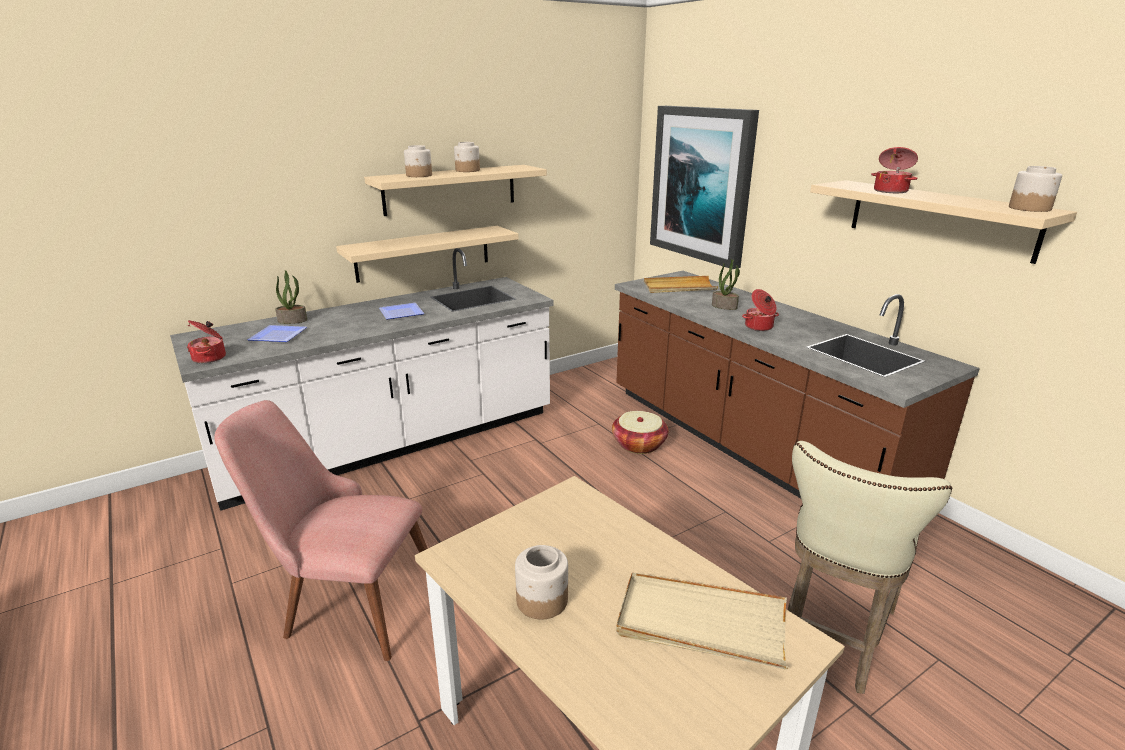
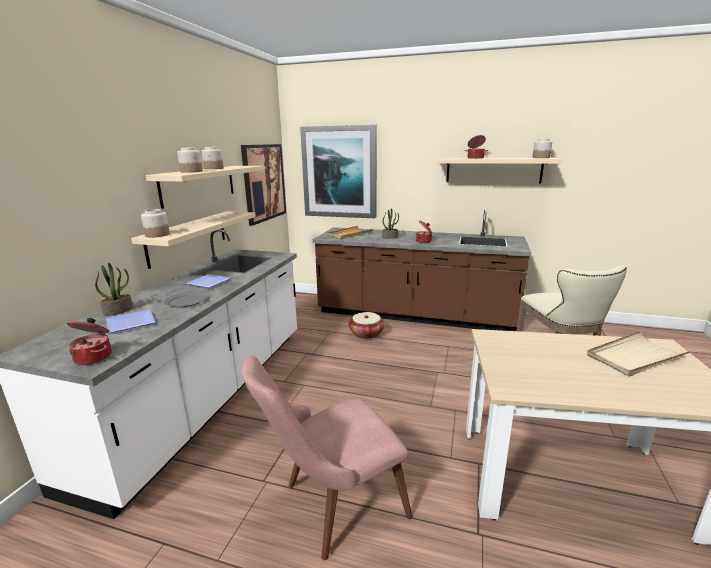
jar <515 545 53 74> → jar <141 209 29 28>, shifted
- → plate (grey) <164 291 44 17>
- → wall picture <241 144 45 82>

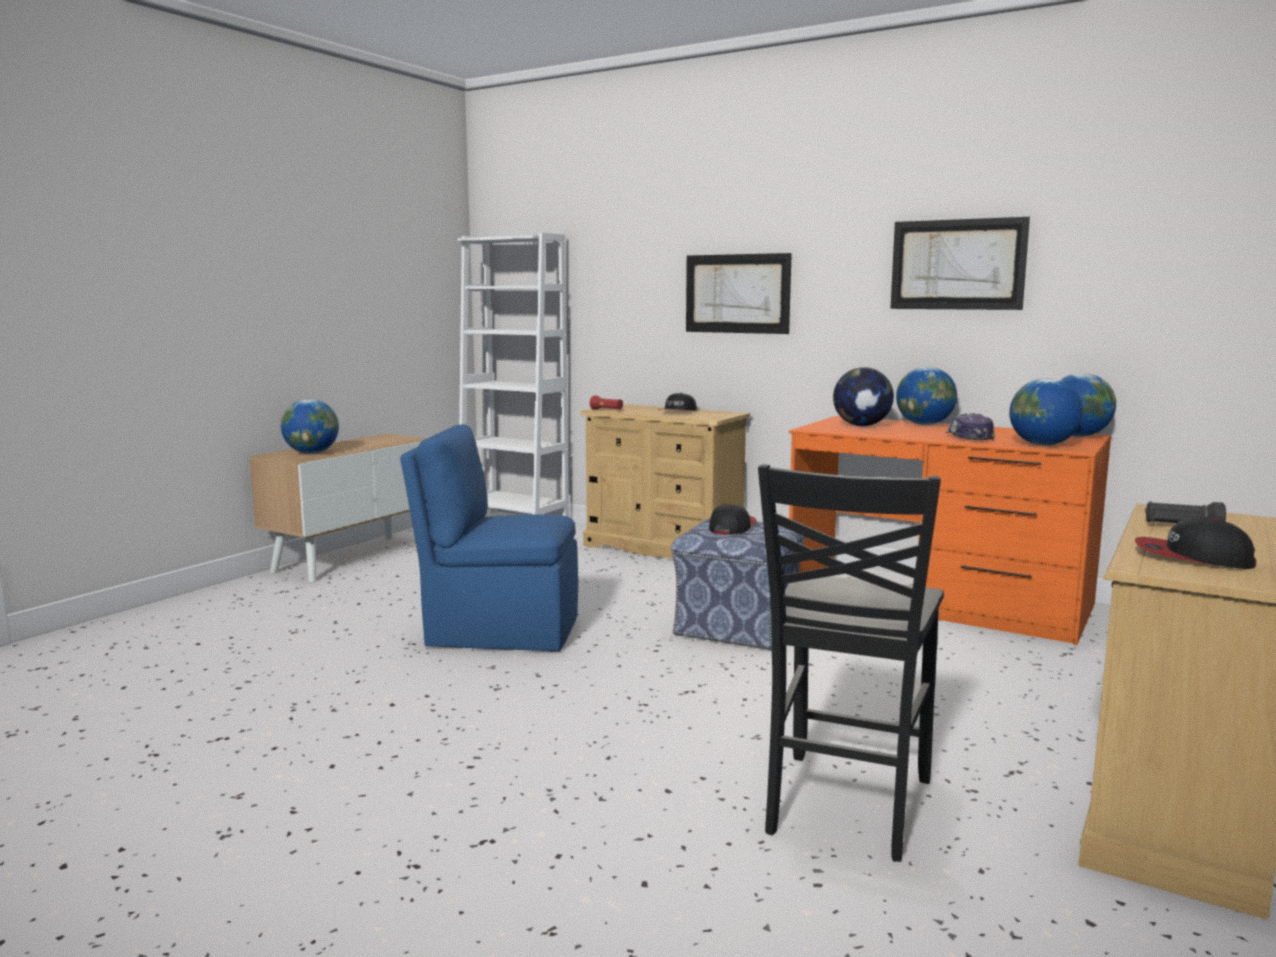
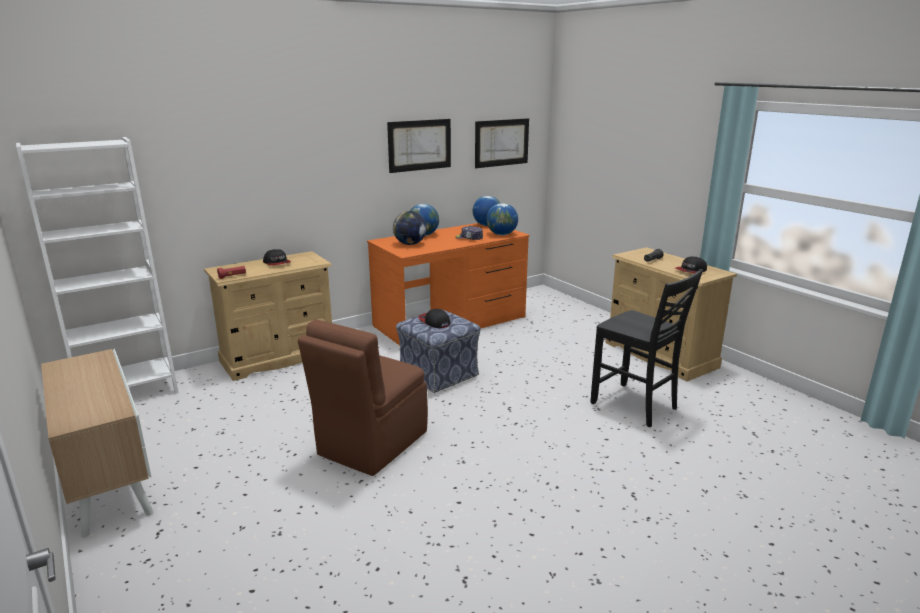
upright chair (bluish) <400 424 178 228> → upright chair (brown-coloured) <298 320 130 156>
wall picture <686 253 106 81> → wall picture <475 118 54 50>, shifted
world globe <281 399 58 55> → -

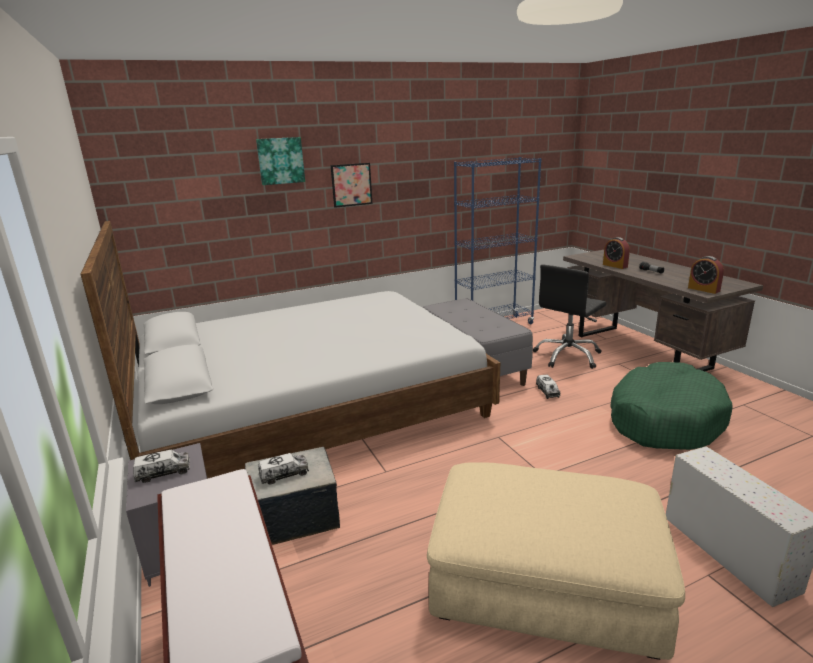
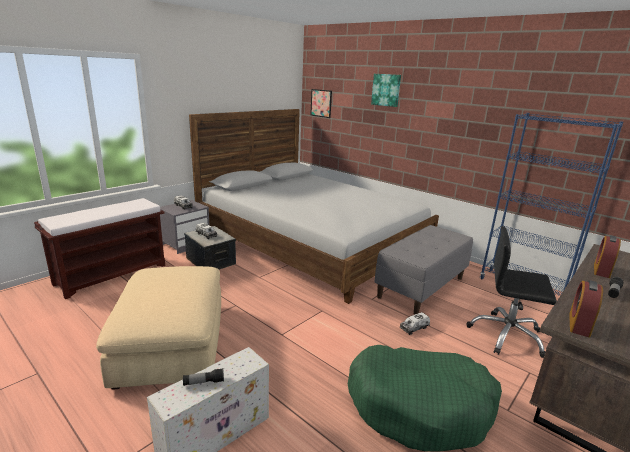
- → hand torch <183 368 41 18>
wall picture <331 163 41 45> → wall picture <310 89 22 29>, shifted

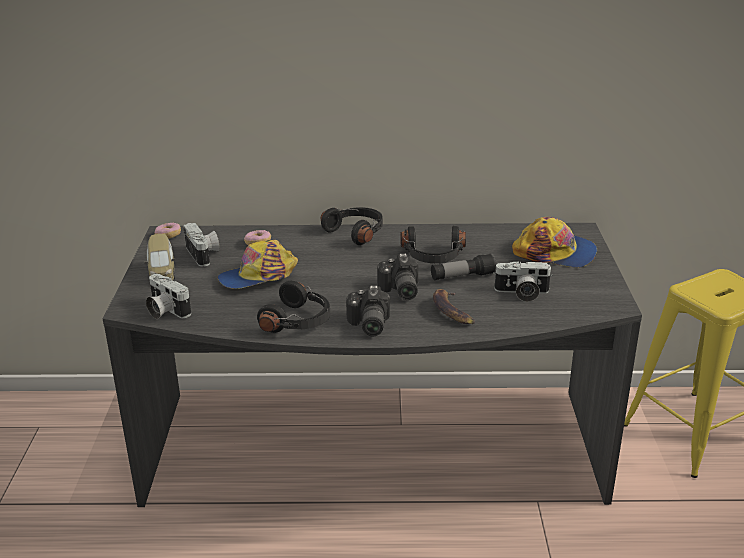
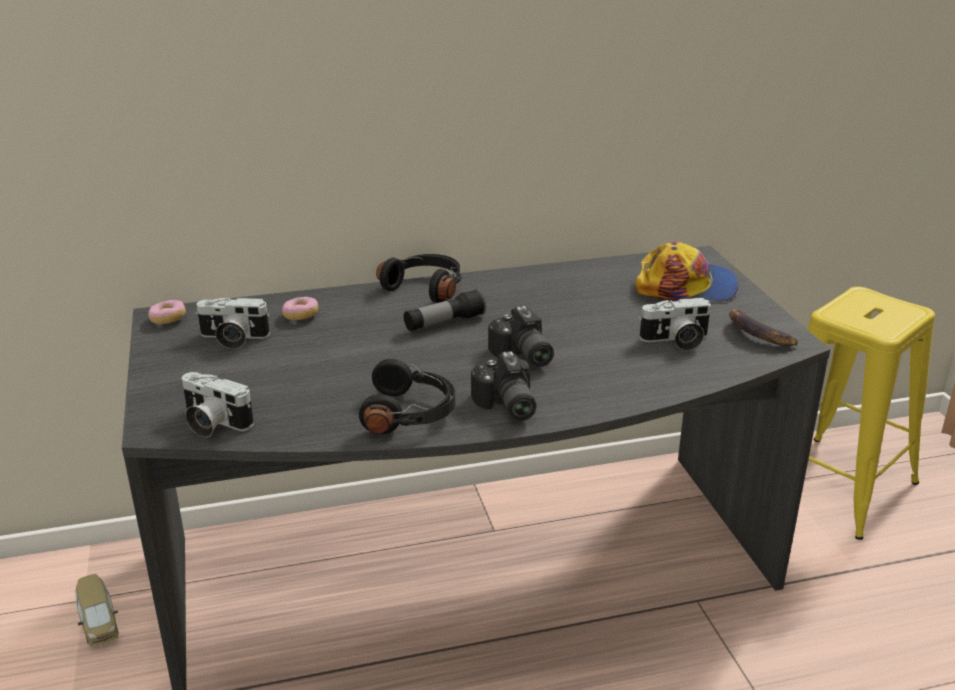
toy car <144 234 32 46> → toy car <76 574 43 73>, shifted
photo camera <183 223 37 44> → photo camera <196 297 74 52>, 135 degrees clockwise
hand torch <431 253 65 27> → hand torch <404 289 82 42>, shifted
whole banana <433 289 42 35> → whole banana <729 309 69 37>, shifted
cap <217 240 81 49> → -
headphones (black-coloured) <400 226 66 37> → -

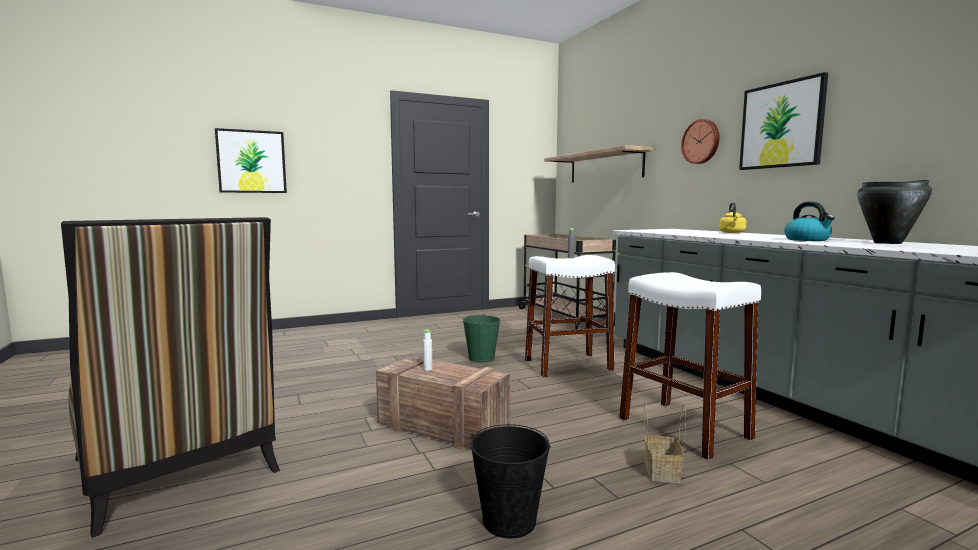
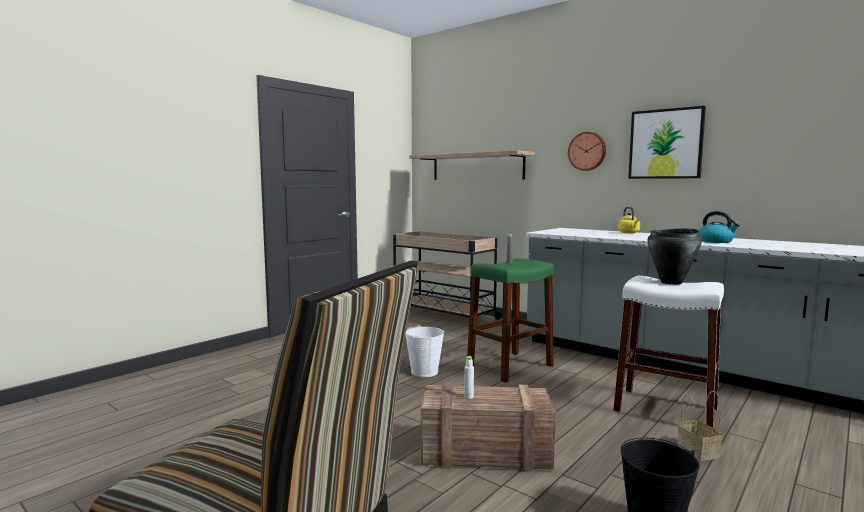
pail (green-coloured) <462 313 38 49> → pail (white-coloured) <405 325 39 52>
stool seat (white-coloured) <525 255 90 122> → stool seat (green-coloured) <467 258 87 125>
stockpot (black-coloured) <857 180 75 64> → stockpot (black-coloured) <648 228 54 57>, shifted
wall picture <215 128 72 65> → -

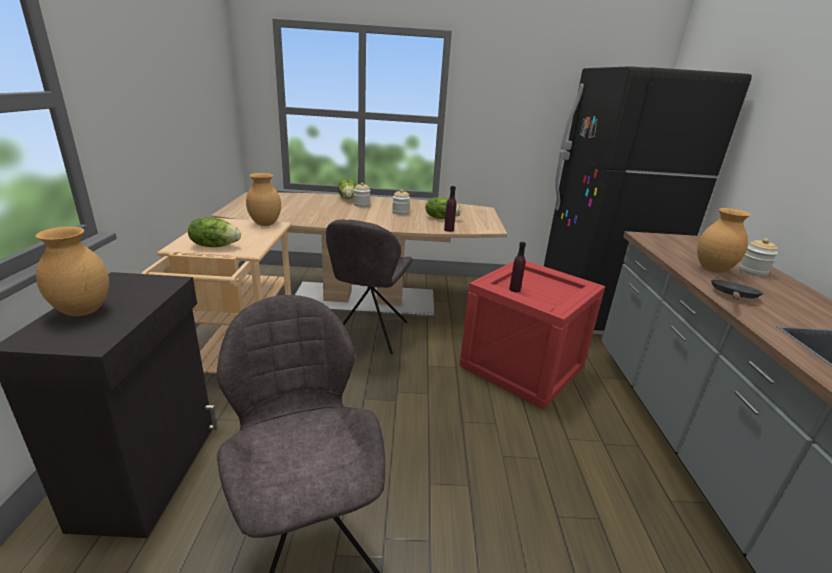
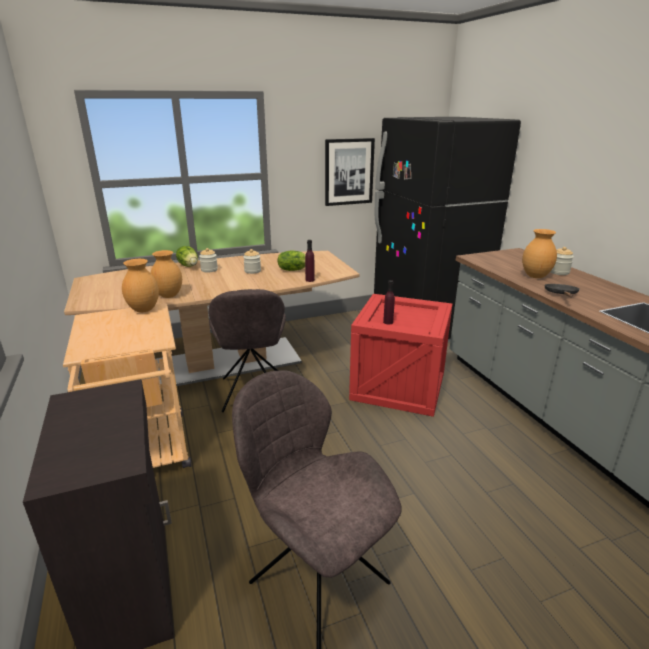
flower vase (brown-coloured) <36 227 73 89> → flower vase (brown-coloured) <151 250 31 48>, shifted
- → wall picture <325 138 50 68>
lettuce head <188 217 53 30> → -

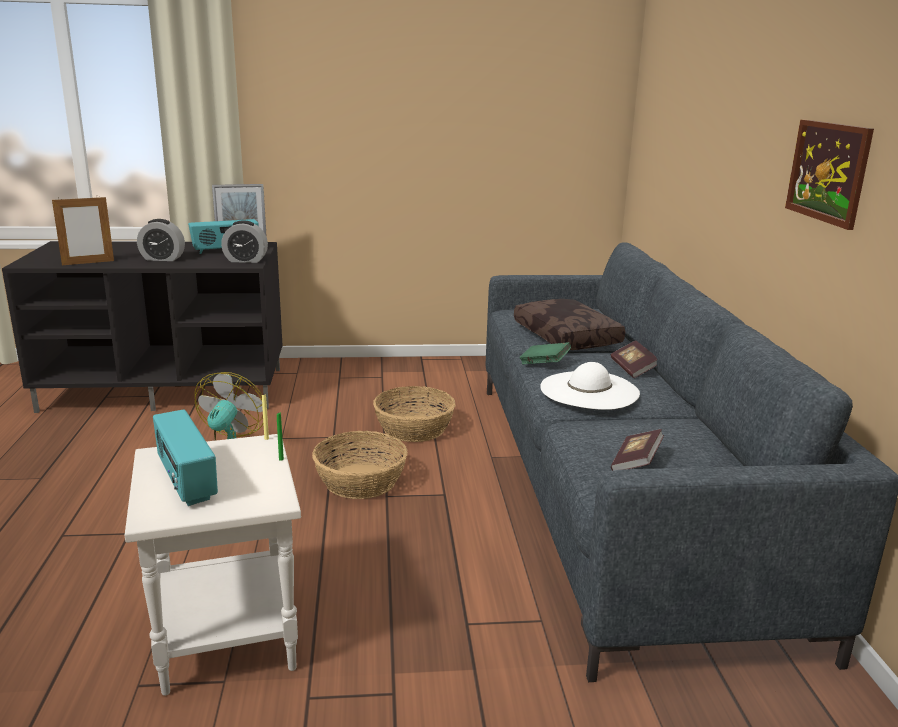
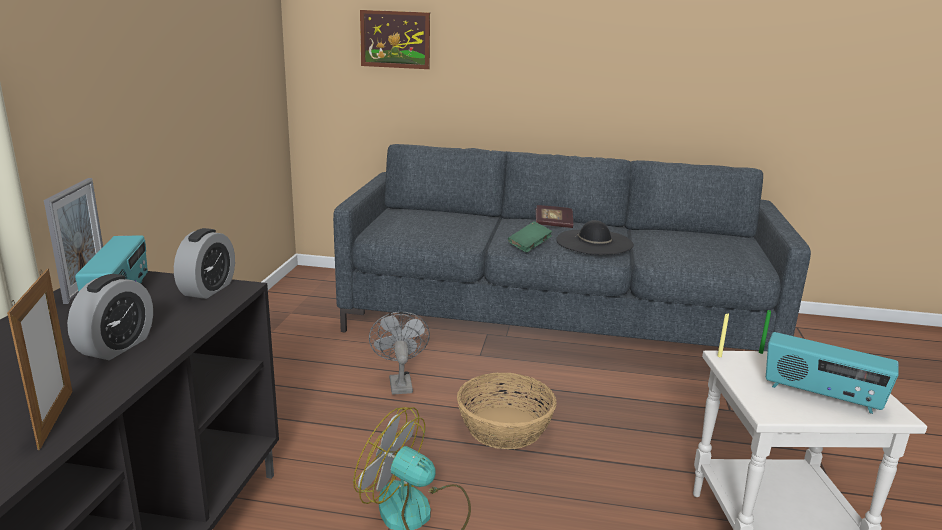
wall picture <785 119 89 111> → wall picture <360 10 70 59>, shifted
household basket <373 386 82 56> → electric fan (grey) <369 312 61 83>
clothing hat (white-coloured) <540 362 100 48> → clothing hat (black-coloured) <556 220 78 35>
radio <153 410 65 96> → radio <766 332 133 82>, 45 degrees clockwise
pillow (brown-coloured) <514 299 111 51> → -
book <611 429 53 42> → -

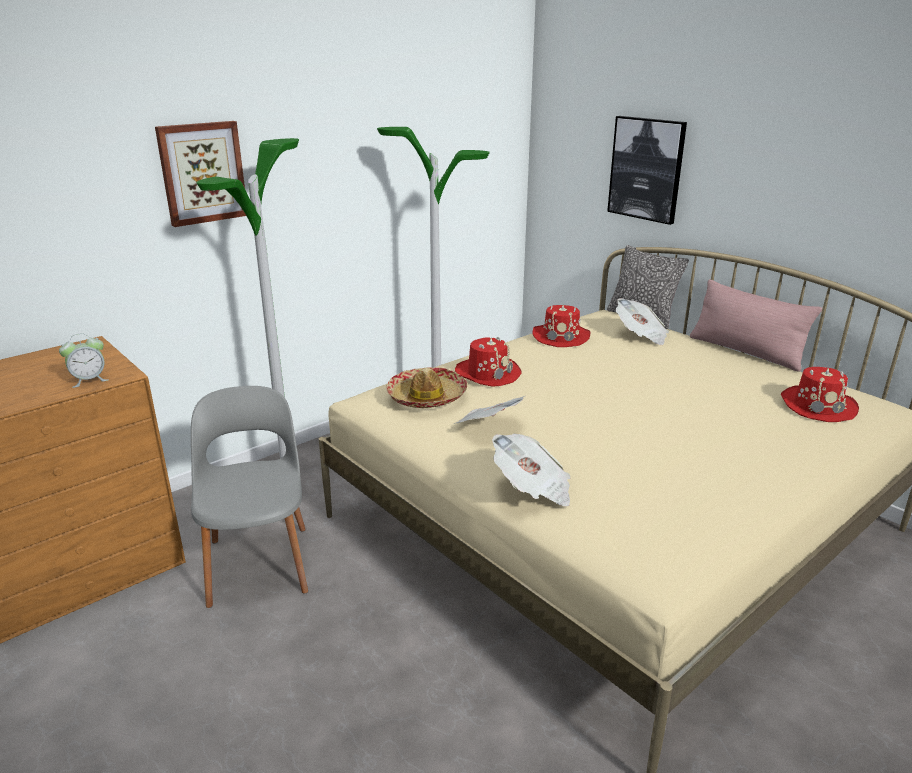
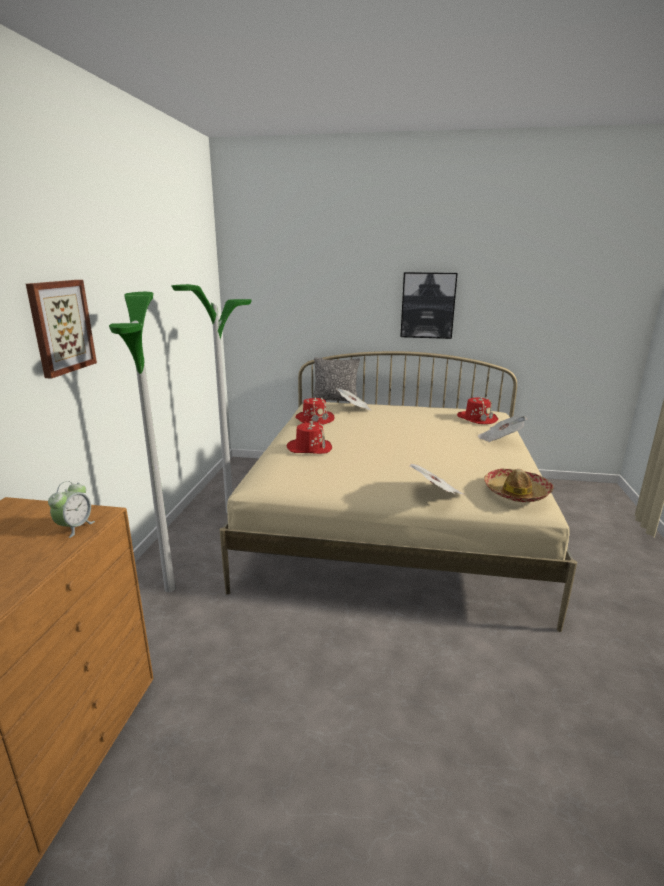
wall picture <607 116 80 109> → wall picture <400 272 58 67>, shifted
newspaper <454 396 71 28> → newspaper <478 416 50 26>, shifted
clothing hat <386 367 81 41> → clothing hat <484 469 70 33>, shifted
upright chair (grey) <191 386 117 222> → -
pillow (pink-coloured) <690 279 132 93> → -

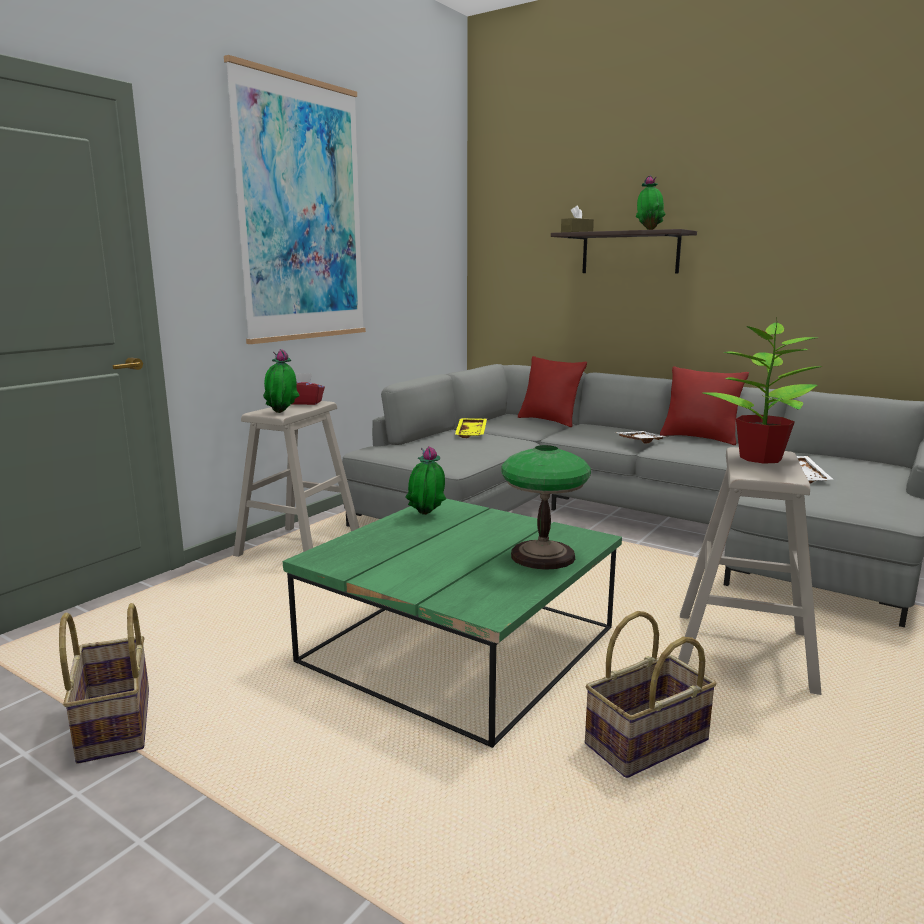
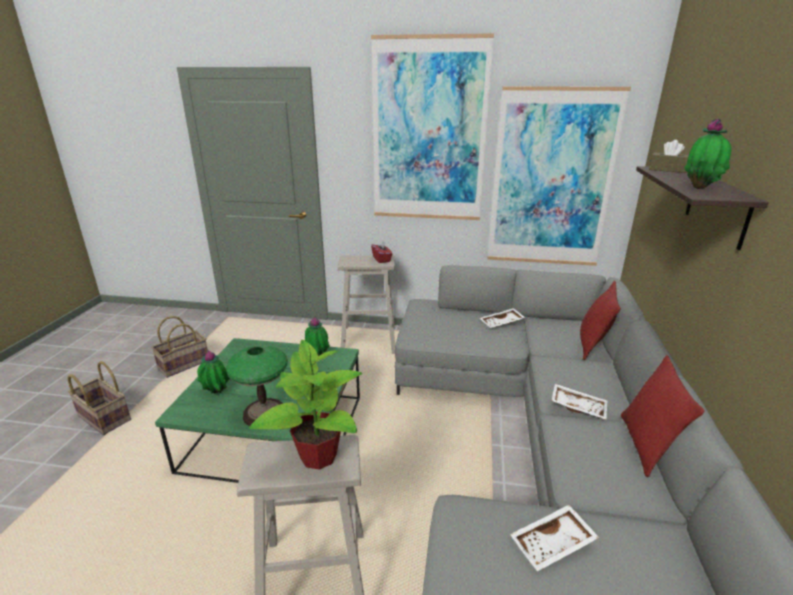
household basket <585 611 132 167> → household basket <68 361 63 74>, shifted
plant in a pot <263 349 37 64> → plant in a pot <197 350 33 44>, shifted
carrying tray (yellow) <455 418 32 20> → carrying tray (white-coloured) <480 308 46 20>
- → wall picture <488 86 143 180>

